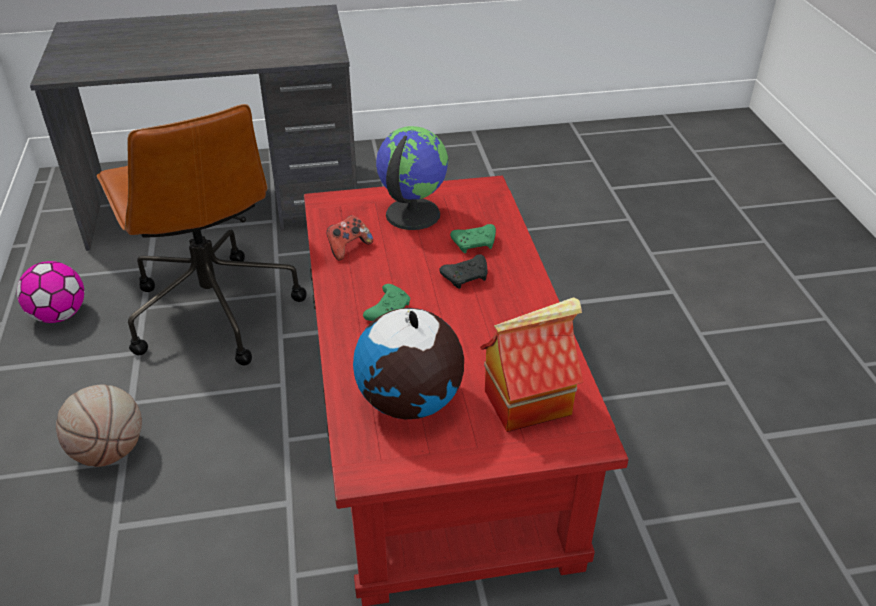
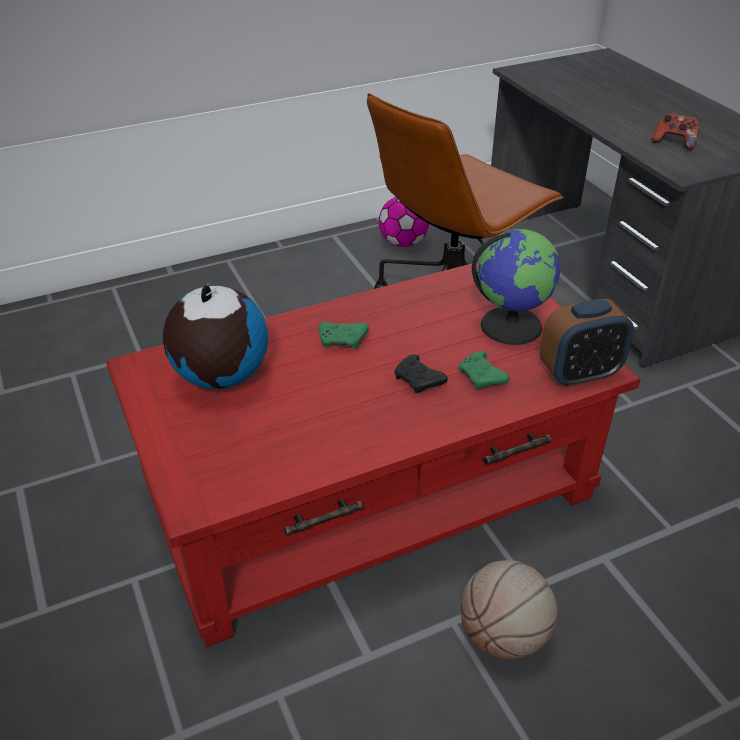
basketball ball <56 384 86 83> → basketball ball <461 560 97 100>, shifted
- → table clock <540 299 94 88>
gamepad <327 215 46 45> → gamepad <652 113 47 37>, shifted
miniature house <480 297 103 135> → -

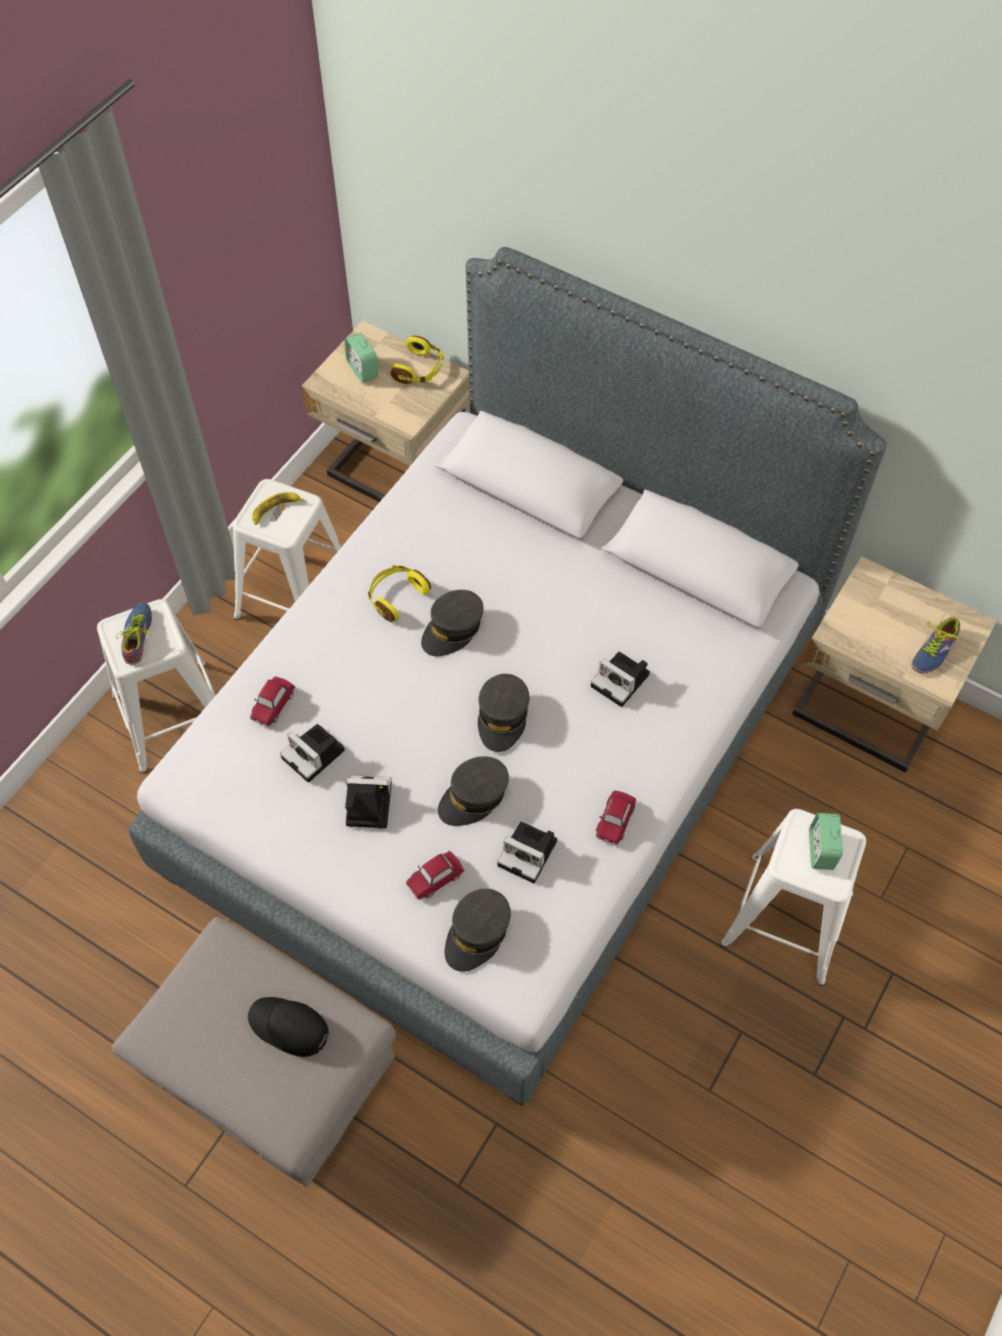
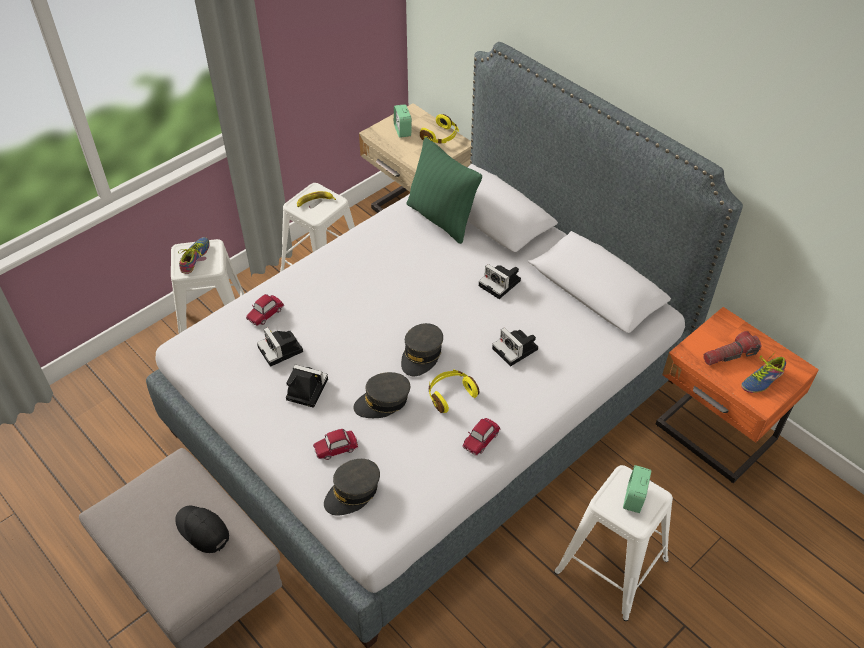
- → pillow (green-coloured) <407 137 75 107>
headphones (yellow) <367 565 64 57> → headphones (yellow) <429 370 50 43>, shifted
photo camera <497 822 60 61> → photo camera <479 264 42 35>, shifted
nightstand (sand-coloured) <792 556 205 217> → nightstand (orange) <656 307 163 176>
- → hand torch <704 331 58 34>
cap (grey) <421 590 62 66> → -

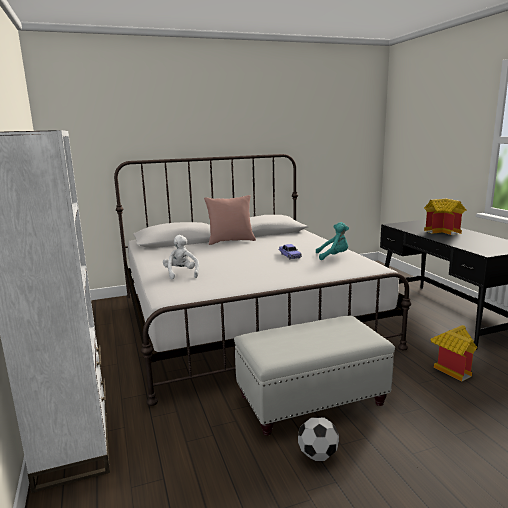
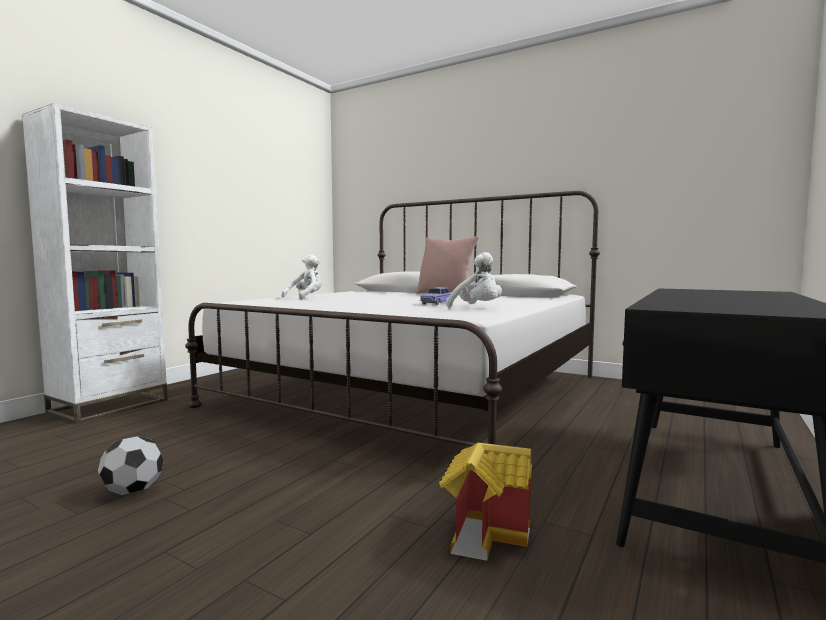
plush toy (blue-green) <316 222 33 38> → plush toy (white-coloured) <446 252 56 56>
ottoman (white-coloured) <234 316 161 120> → -
miniature house <424 199 43 36> → -

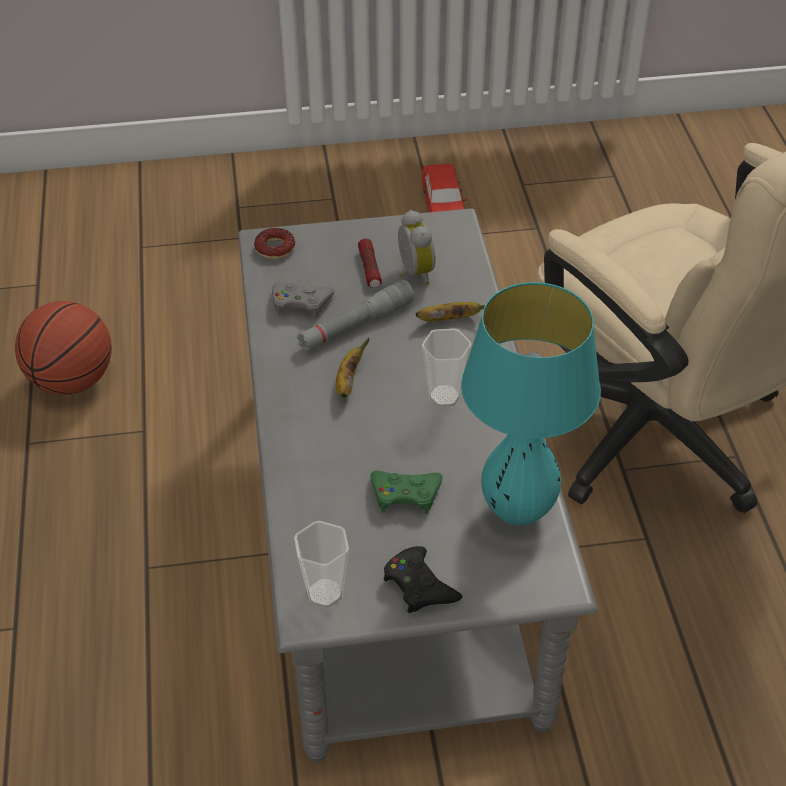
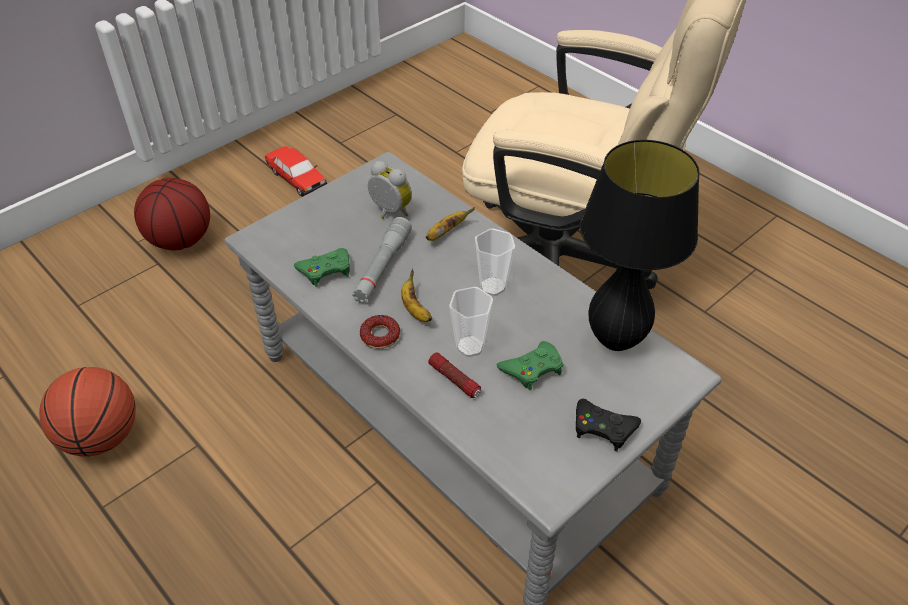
- → basketball ball <134 178 76 72>
gamepad (grey) <272 282 63 37> → gamepad (green-coloured) <294 248 56 39>
ring doughnut <254 228 41 31> → ring doughnut <360 315 40 34>, shifted
hand torch <358 239 24 49> → hand torch <428 352 53 46>, shifted
small cup <294 521 55 87> → small cup <449 287 44 70>, shifted
tabletop lamp (blue-green) <461 282 140 244> → tabletop lamp (black-coloured) <580 140 120 211>

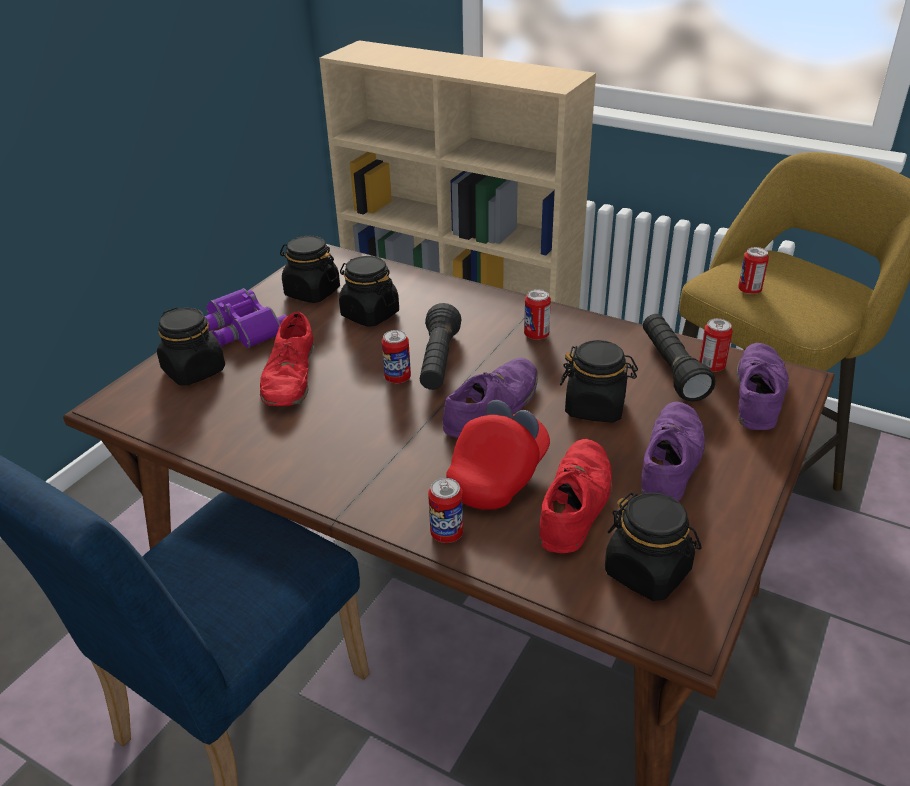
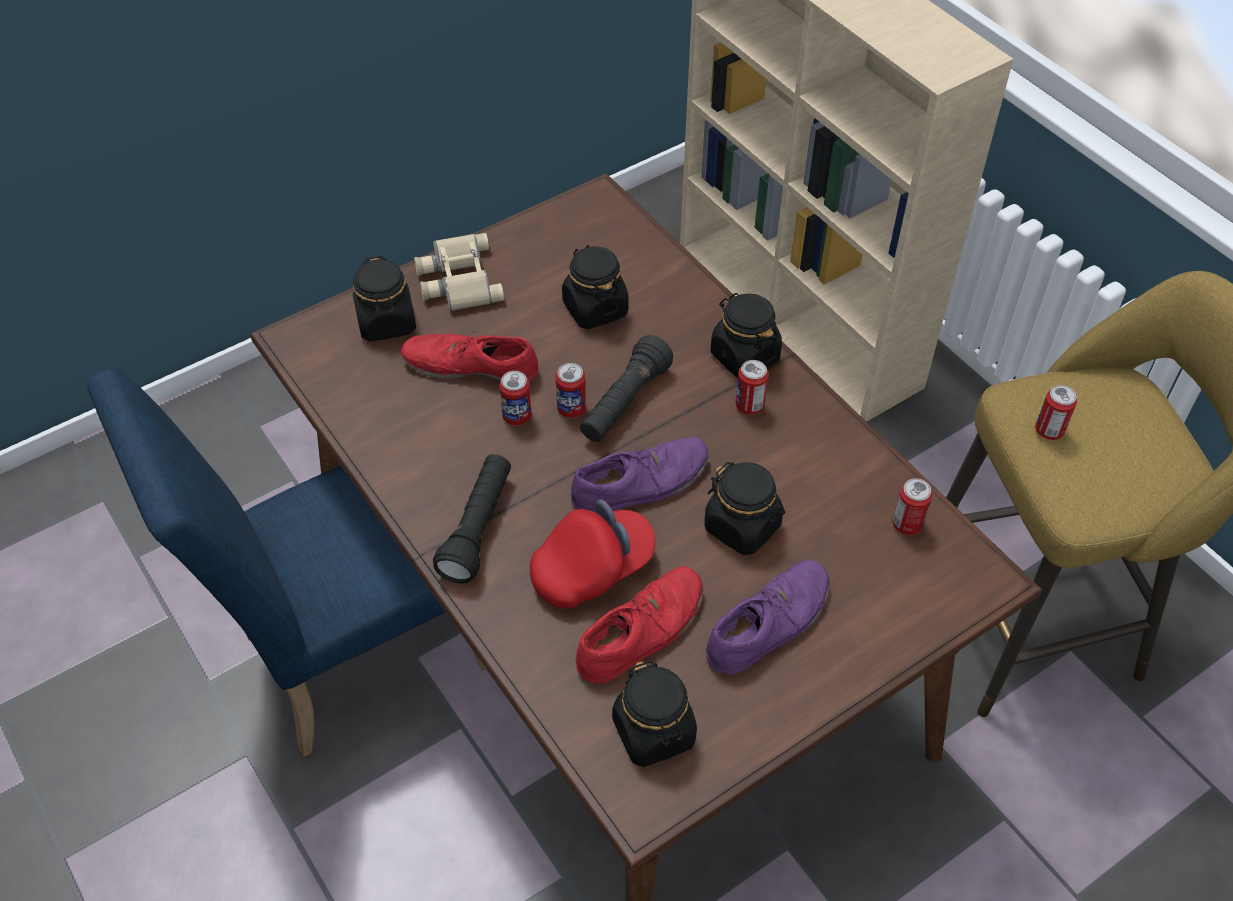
low shoe (red) <260 312 53 94> → low shoe (red) <401 332 138 50>, 75 degrees clockwise
pair of binoculars (purple) <205 288 82 60> → pair of binoculars (sand-coloured) <414 233 91 78>
hand torch (black-coloured) <643 314 72 87> → hand torch (black-coloured) <433 454 78 130>, shifted
can <428 478 35 65> → can <499 371 33 55>, shifted
jar (black-coloured) <280 236 60 67> → jar (black-coloured) <711 293 71 85>, shifted
low shoe (purple) <737 343 52 87> → -

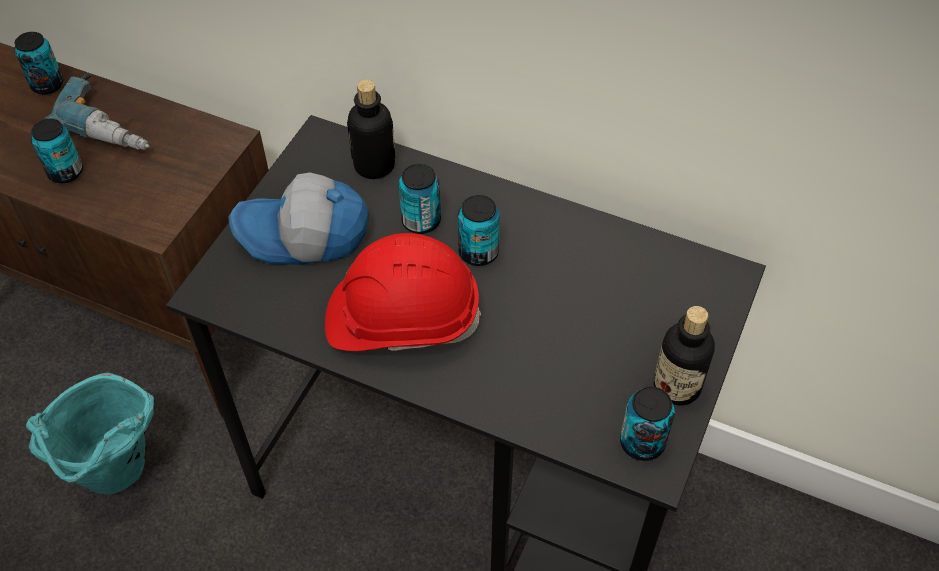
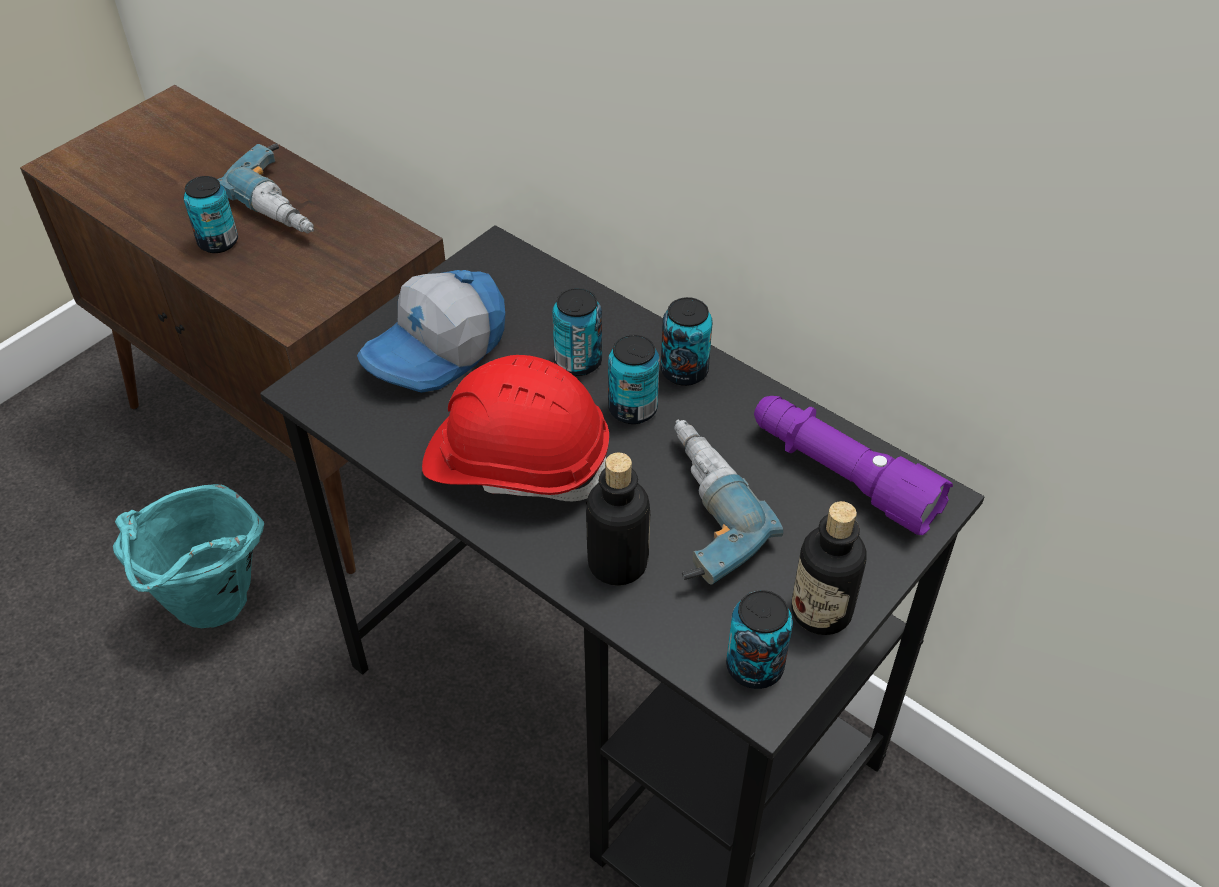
cap <228 172 141 93> → cap <357 270 148 123>, 60 degrees counterclockwise
beverage bottle <347 80 49 99> → beverage bottle <586 452 64 134>, shifted
can <14 32 50 62> → can <661 297 52 89>, shifted
- → power drill <674 420 109 165>
- → hand torch (purple) <754 396 199 139>

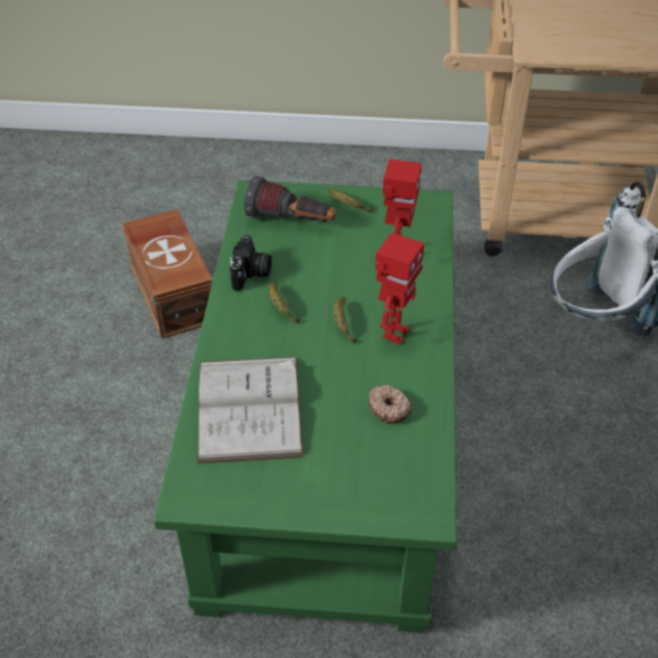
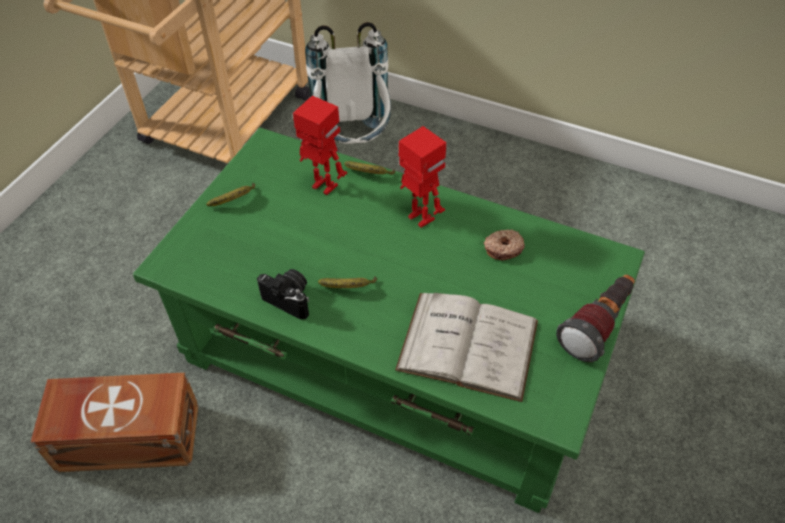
whole banana <333 297 23 47> → whole banana <344 161 51 14>, shifted
hand torch <244 176 93 46> → hand torch <556 274 79 88>, shifted

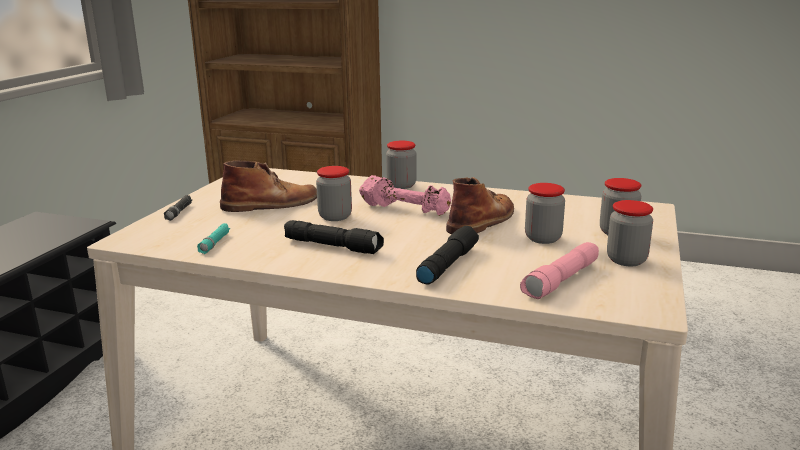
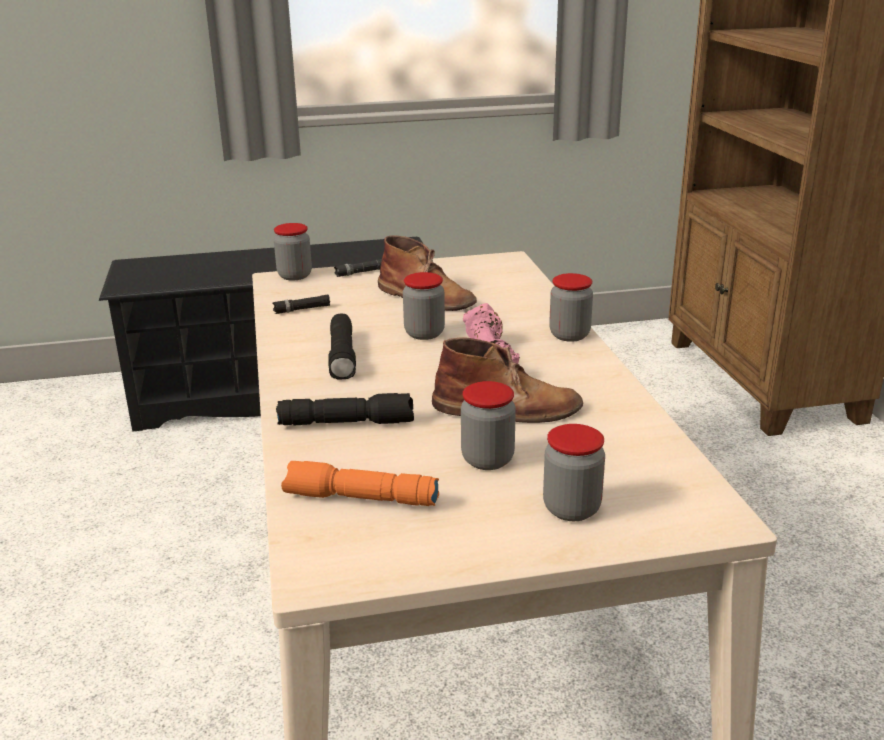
hand torch (blue-green) <197 223 33 31> → hand torch (black-coloured) <273 295 57 19>
jar <607 200 46 66> → jar <274 223 38 58>, shifted
hand torch (pink-coloured) <520 242 79 57> → hand torch (orange) <281 461 158 45>

